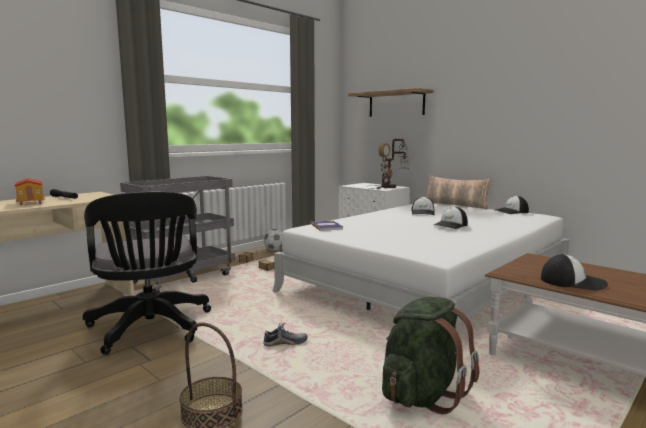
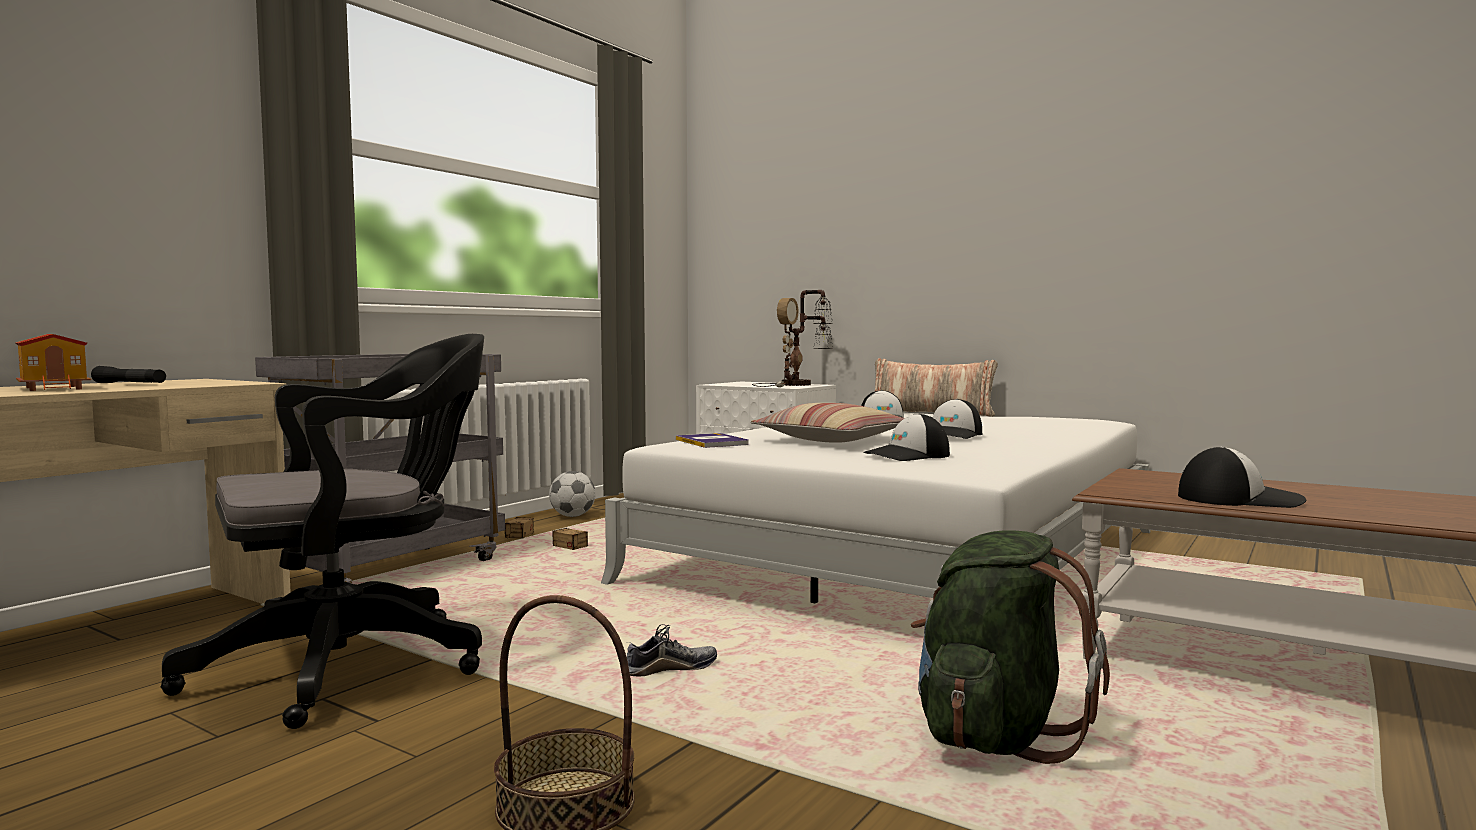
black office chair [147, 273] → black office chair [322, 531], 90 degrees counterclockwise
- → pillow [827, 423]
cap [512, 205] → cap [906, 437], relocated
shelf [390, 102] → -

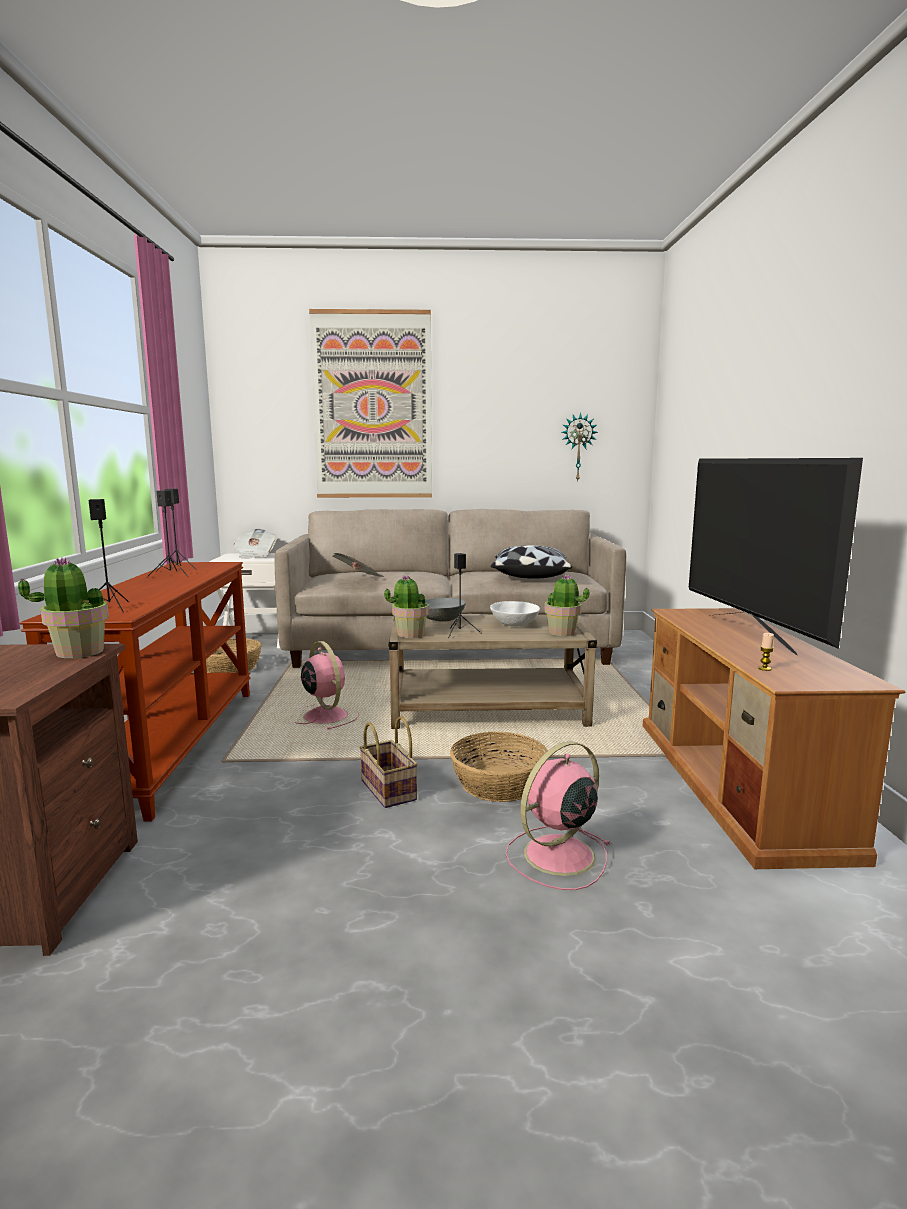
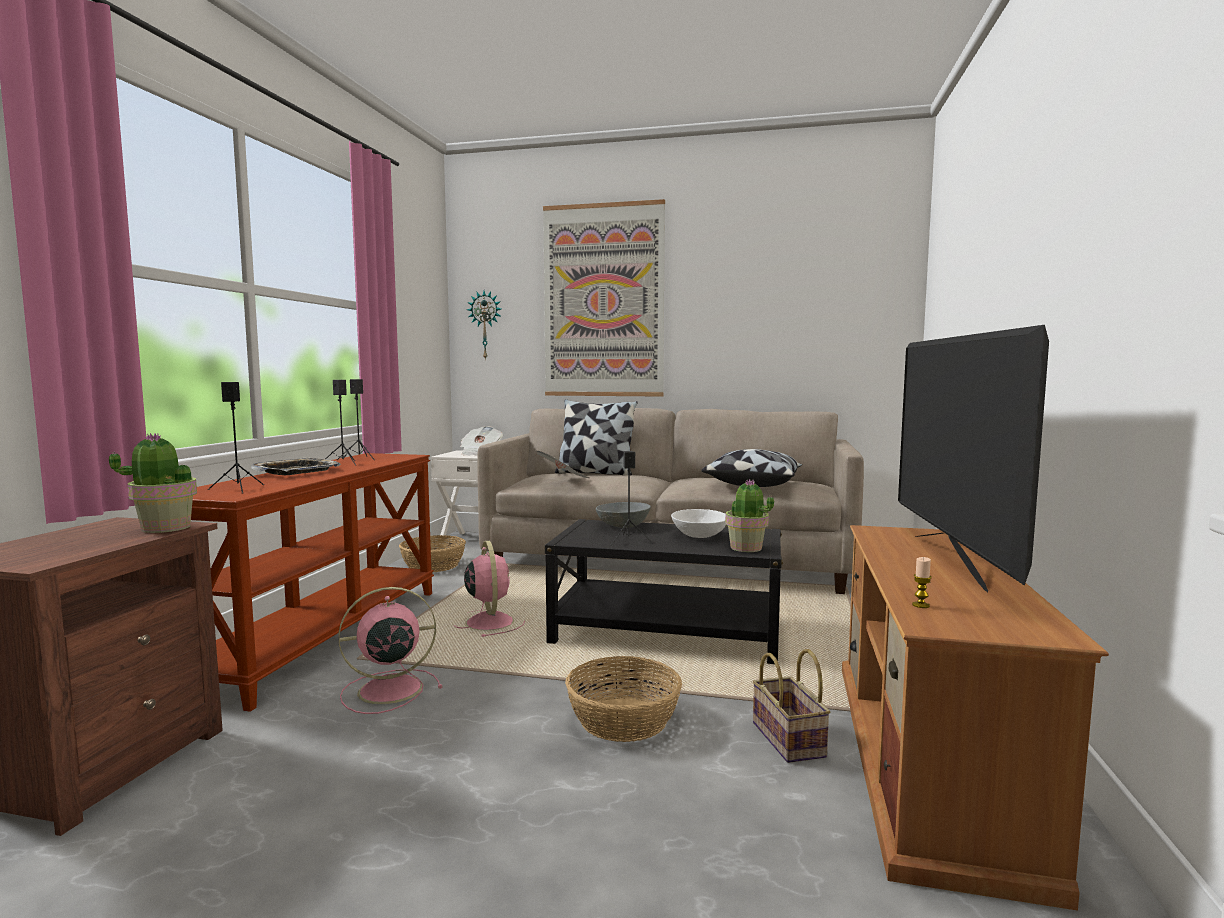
- → tray [296, 466]
pink fan [558, 815] → pink fan [390, 650], relocated
wall clock [580, 446] → wall clock [484, 325], relocated
beige coffee table [492, 672] → black coffee table [664, 591]
- → pillow [596, 437]
basket [388, 762] → basket [791, 706], relocated
potted plant [406, 606] → -

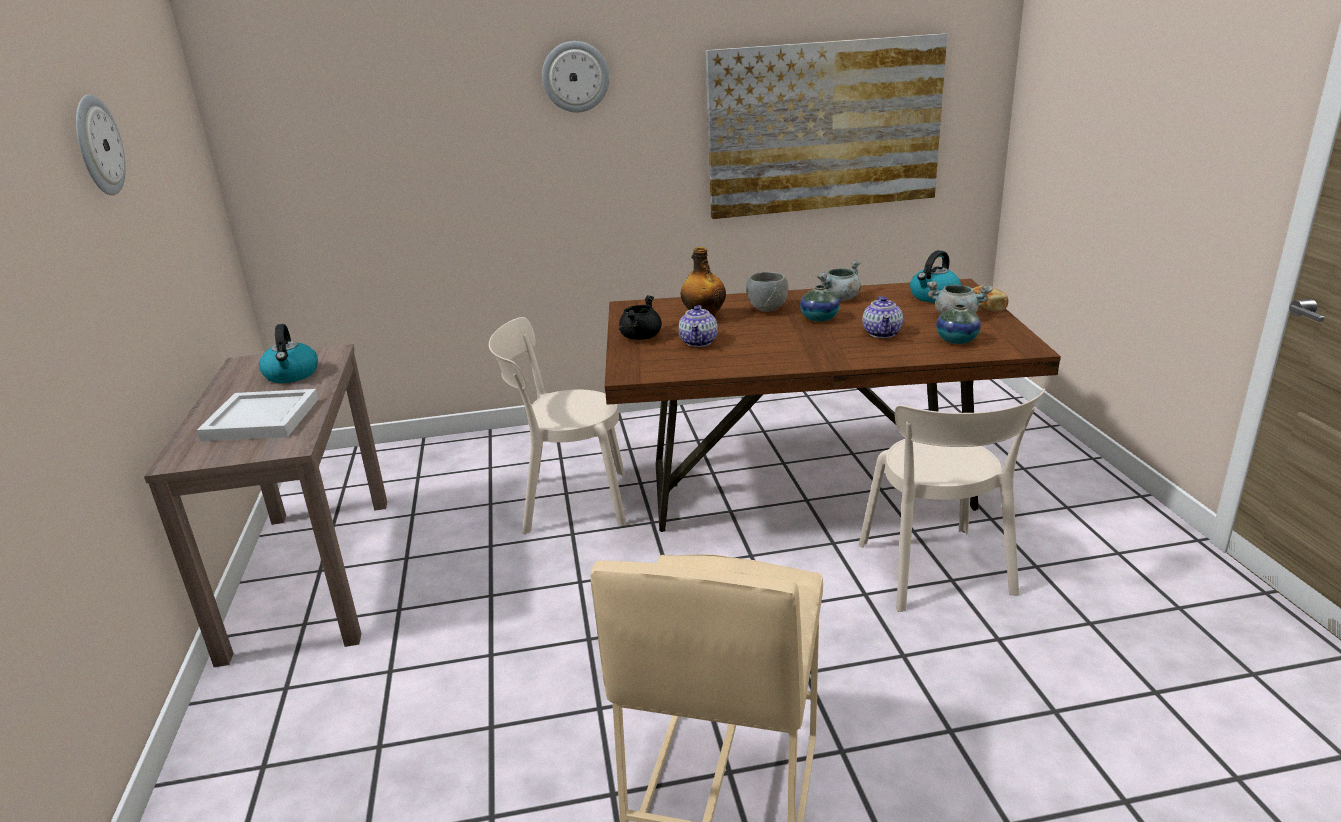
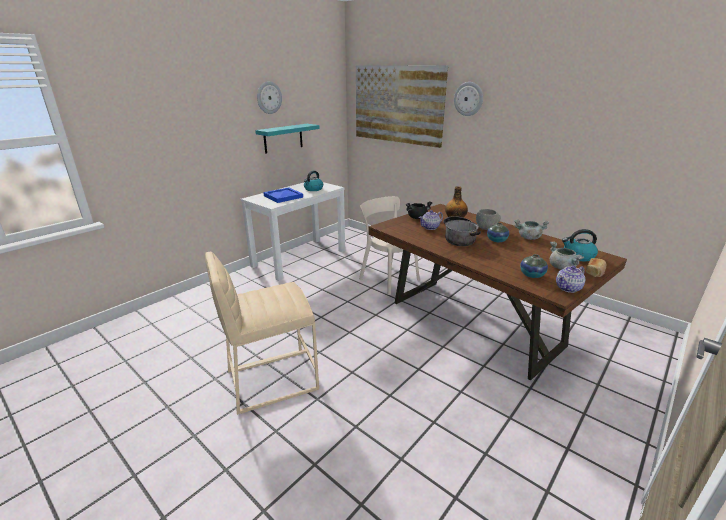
brown console table [265, 505] → white console table [293, 231]
- → turquoise shelf [287, 139]
white tray [257, 415] → blue tray [283, 195]
picture [826, 126] → picture [402, 106], relocated
- → cooking pot [462, 231]
teapot [882, 317] → teapot [570, 279], relocated
beige chair [952, 500] → -

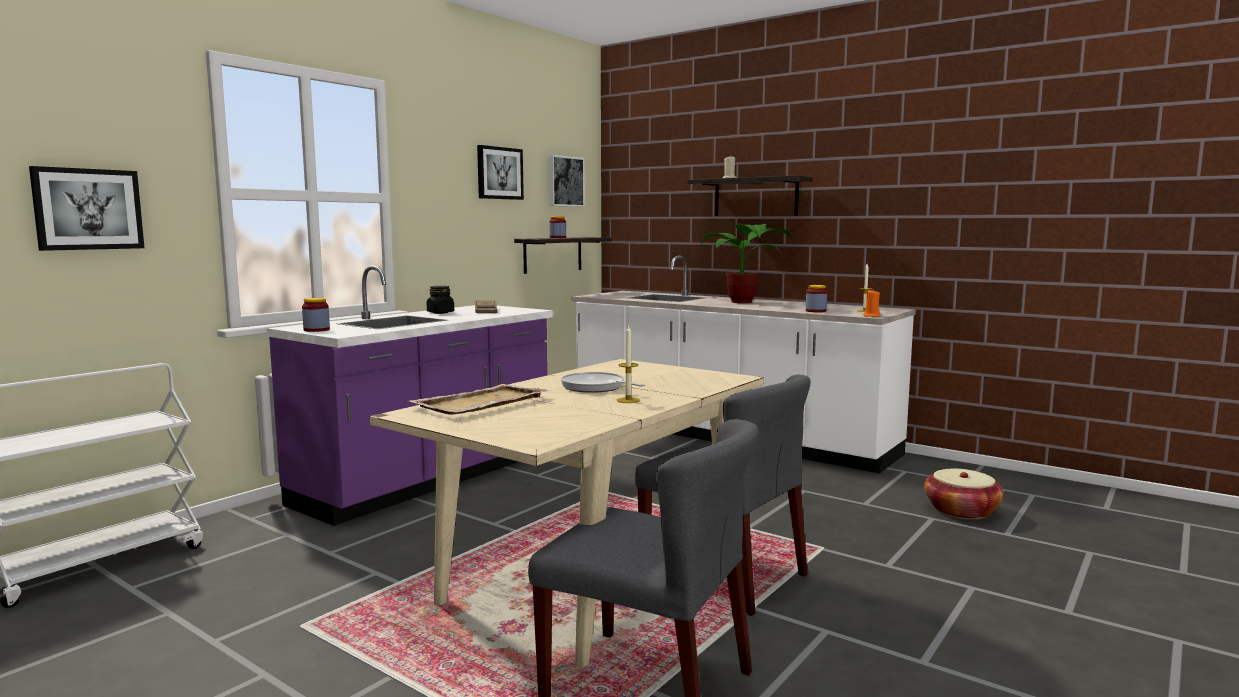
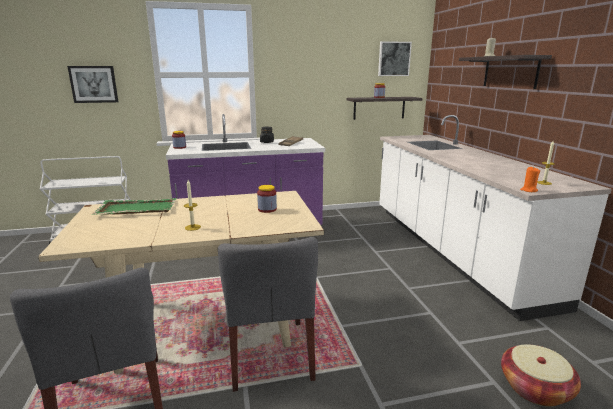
beige tray [479, 399] → green tray [134, 206]
jar [816, 298] → jar [267, 199], relocated
picture [500, 172] → -
frying pan [603, 382] → -
potted plant [746, 263] → -

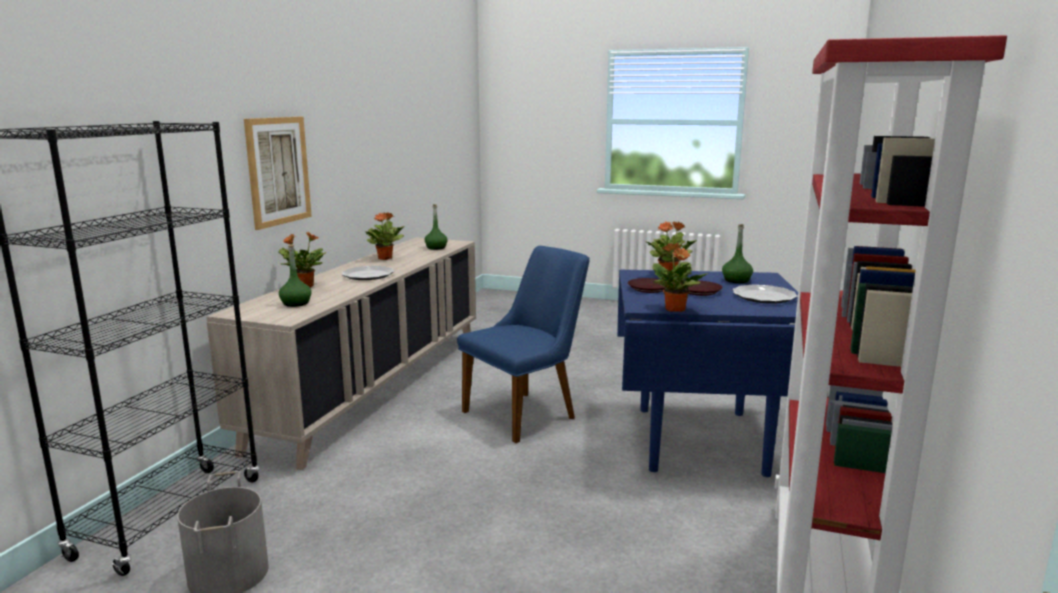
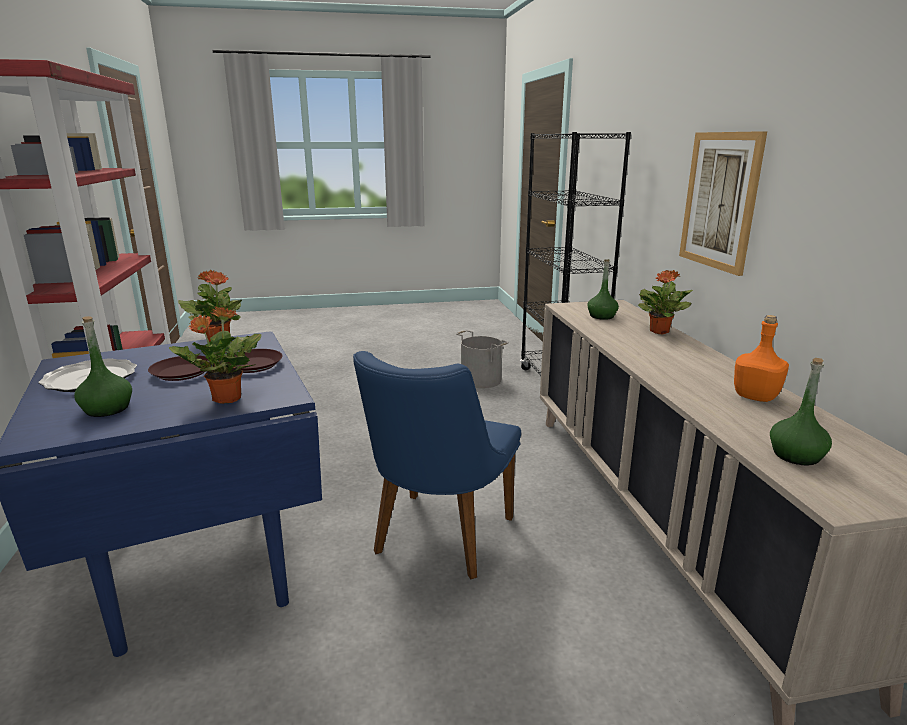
potted plant [384, 236] → orange bottle [761, 358]
plate [368, 273] → -

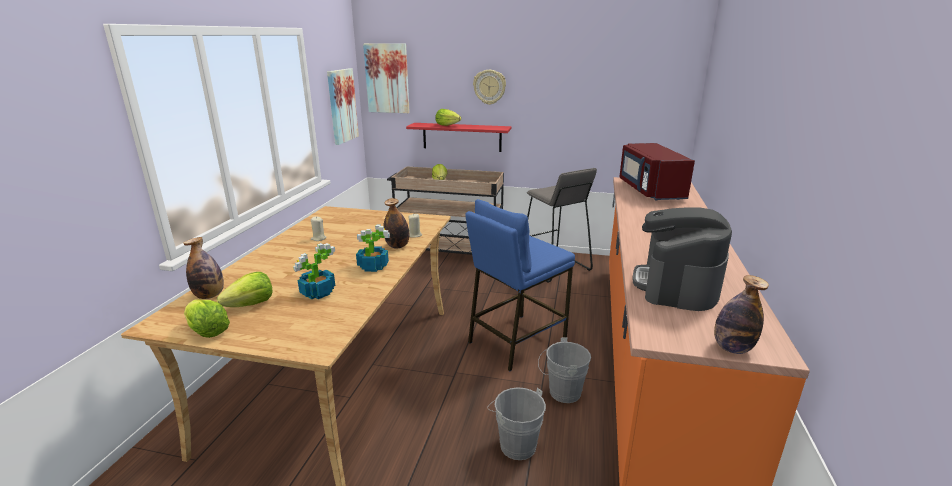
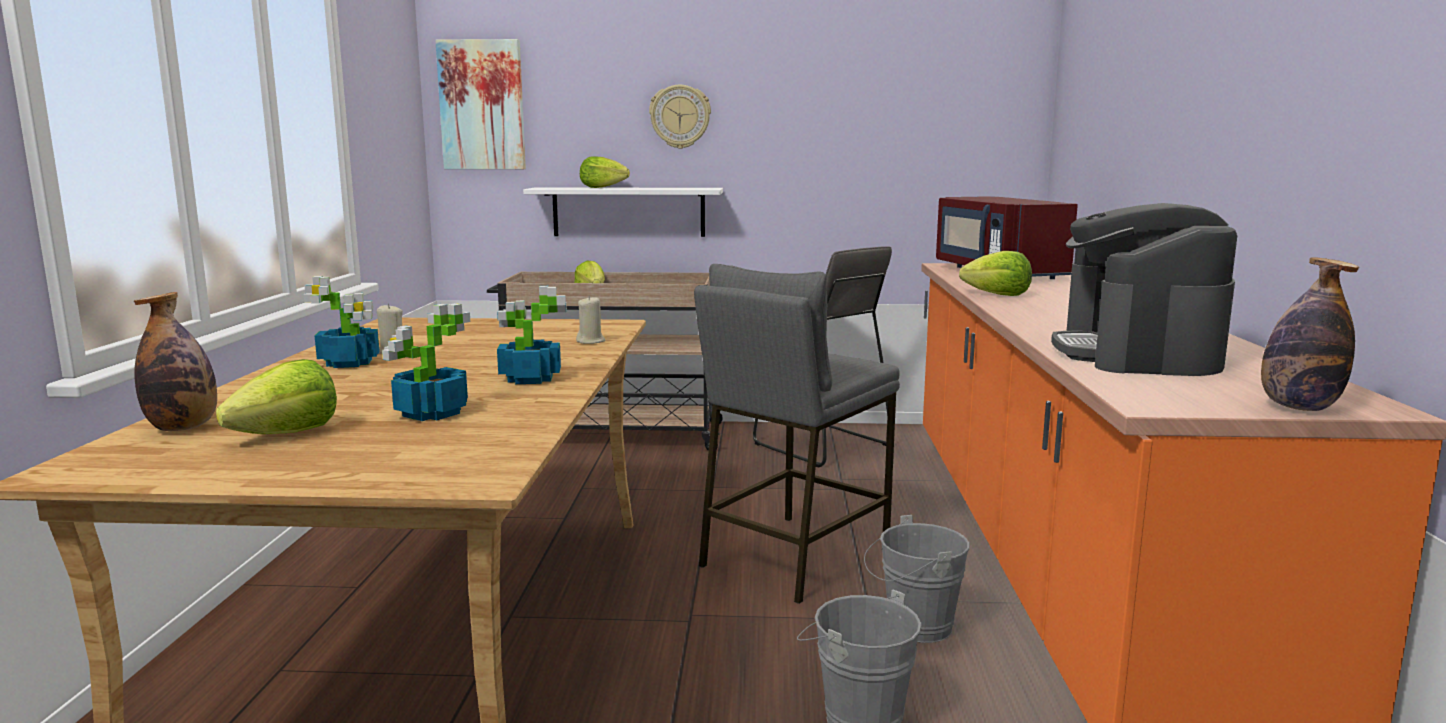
- → potted plant [342, 322]
red shelf [459, 137] → white shelf [623, 212]
blue stool [520, 285] → grey stool [797, 434]
lettuce [207, 319] → lettuce [995, 273], relocated
picture [343, 106] → -
bottle [396, 223] → -

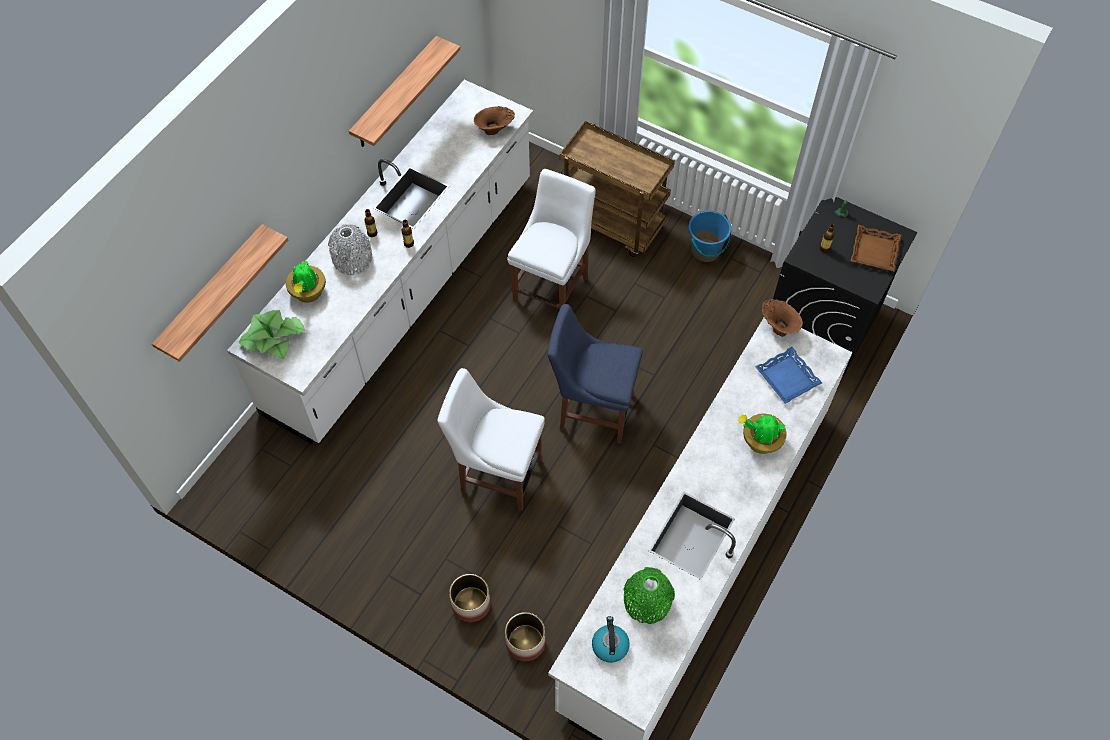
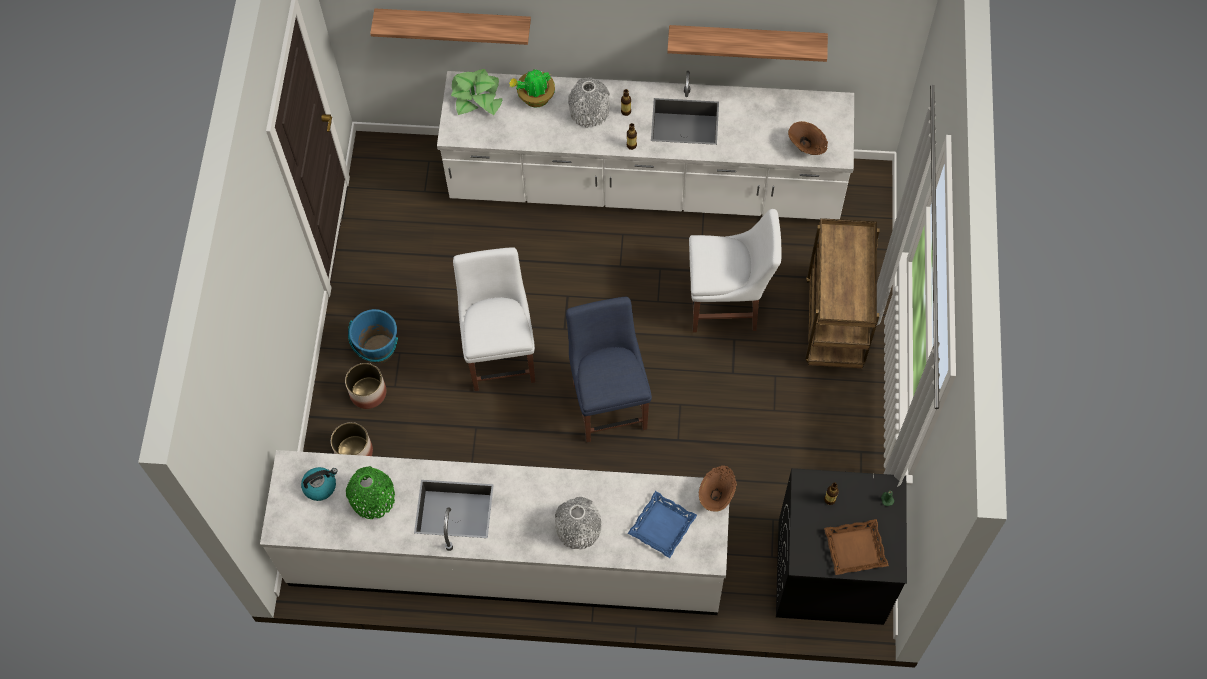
blue bucket [709, 236] → blue bucket [373, 336], relocated
potted plant [762, 433] → grey vase [578, 523]

